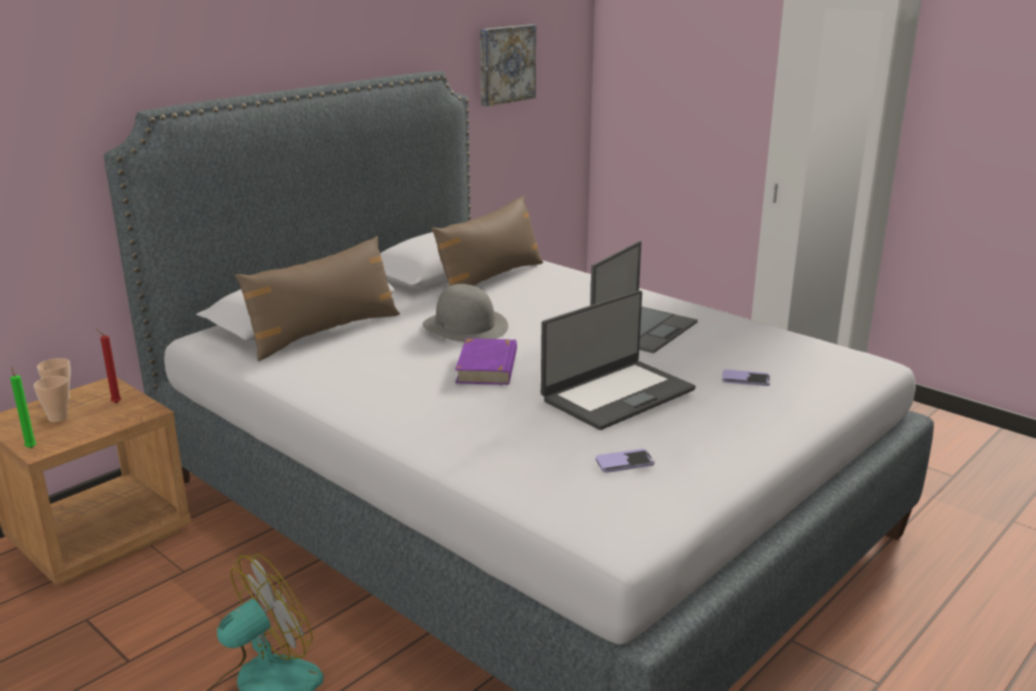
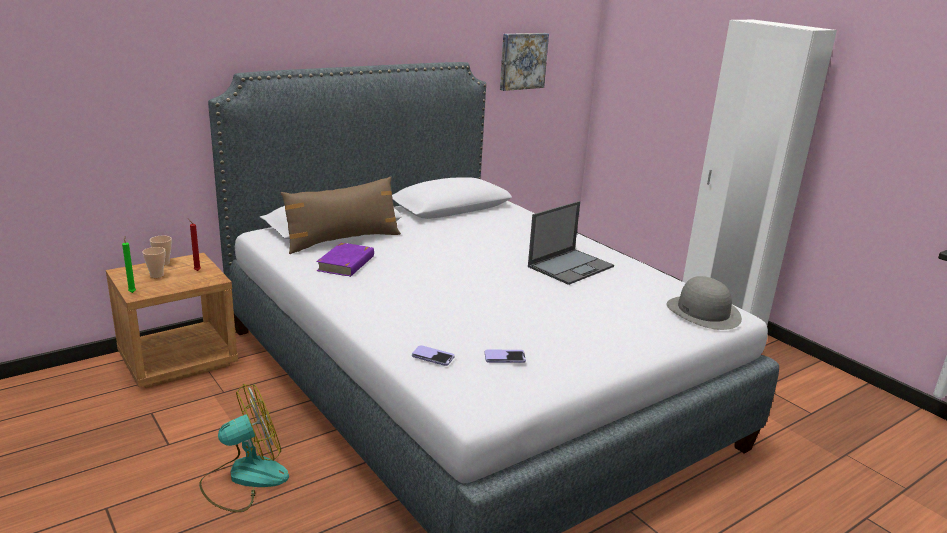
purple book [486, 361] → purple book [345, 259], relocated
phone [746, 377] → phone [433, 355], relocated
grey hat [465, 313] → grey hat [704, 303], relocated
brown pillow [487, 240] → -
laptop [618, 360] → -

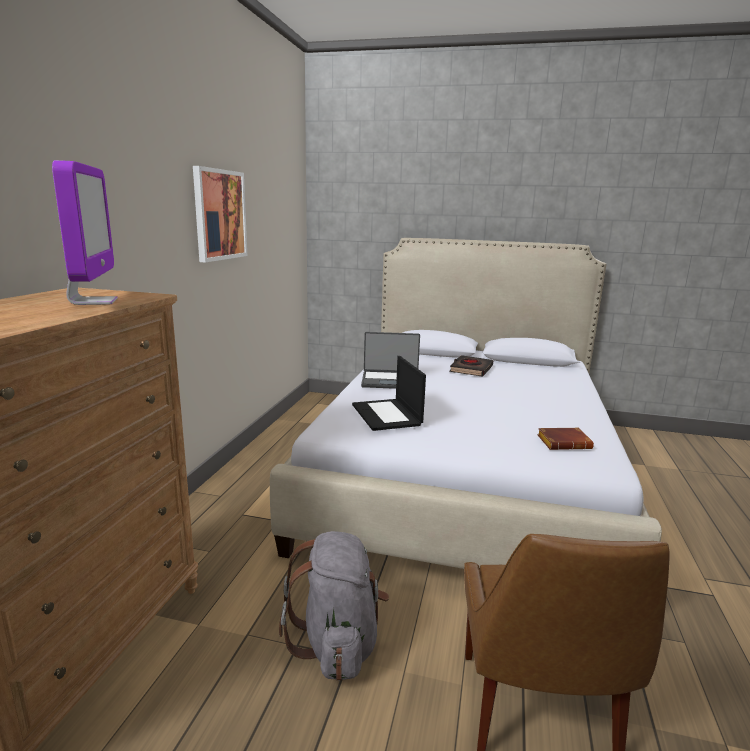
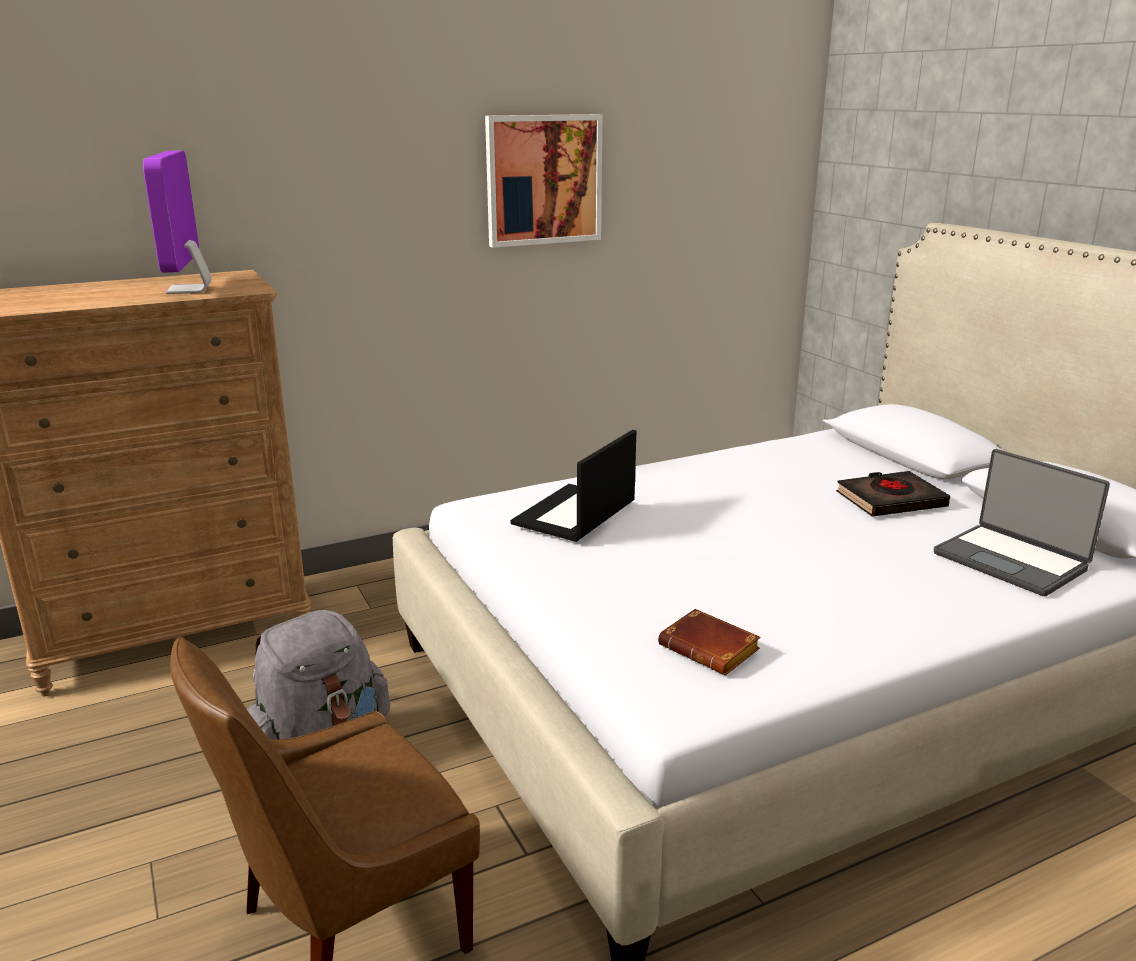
monitor [85, 232] → monitor [177, 222], 135 degrees clockwise
laptop [390, 360] → laptop [1022, 522], relocated

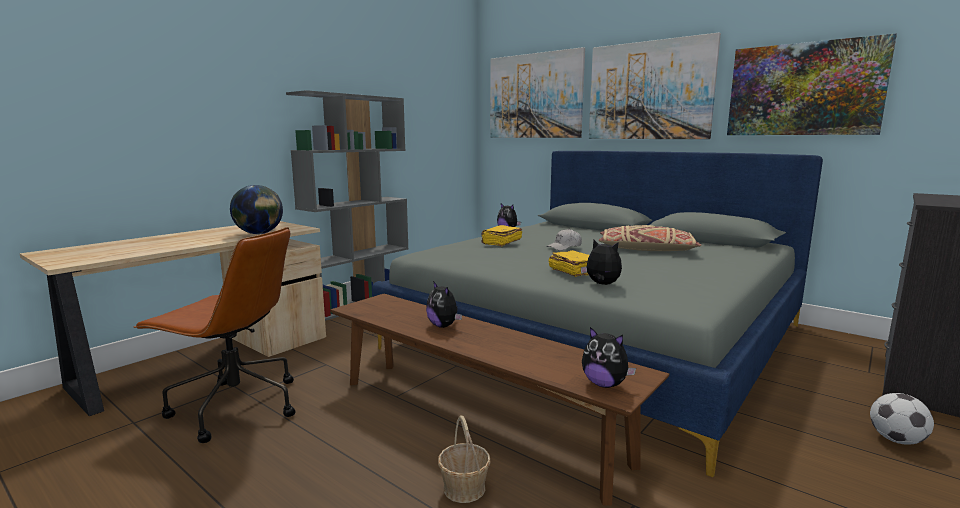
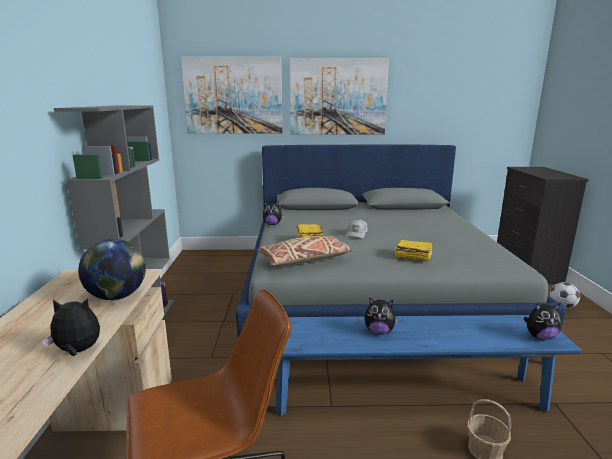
plush toy [601, 262] → plush toy [71, 327], relocated
beige pillow [650, 238] → beige pillow [305, 251], relocated
brown bench [499, 399] → blue bench [429, 365]
picture [812, 84] → -

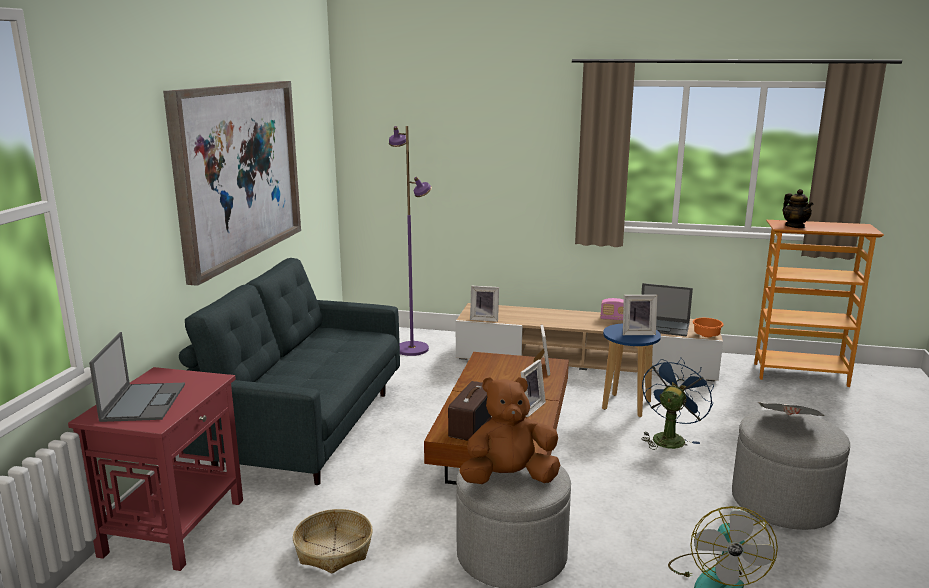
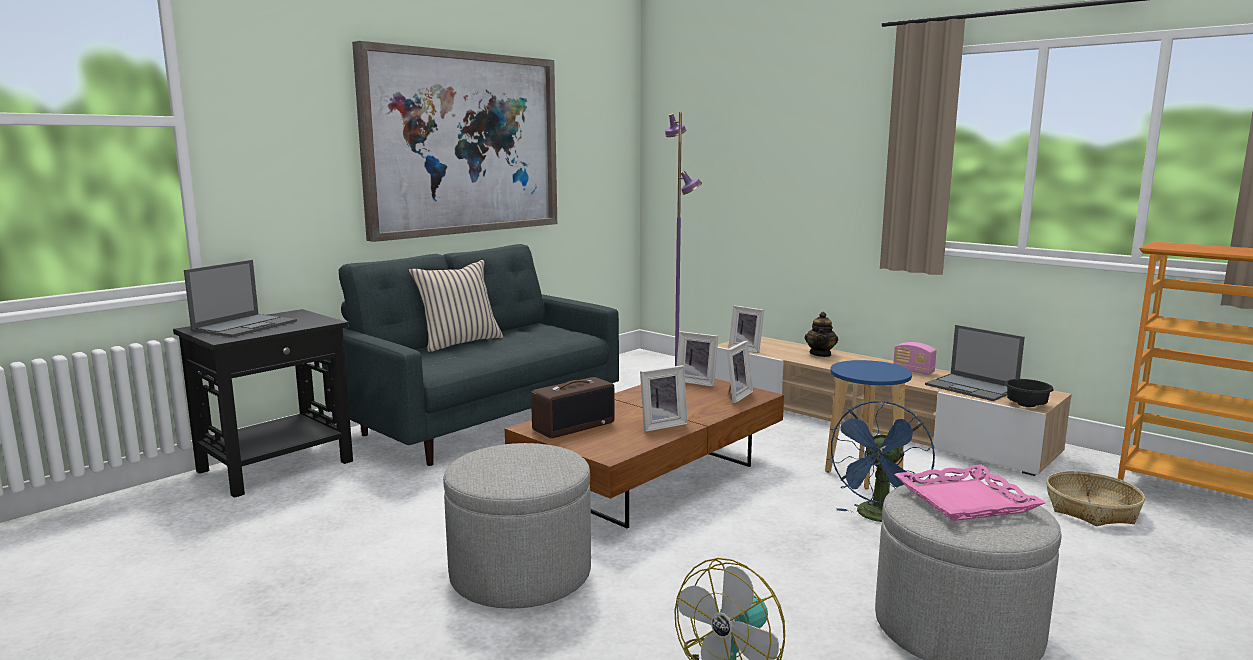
red side table [155, 469] → black side table [263, 403]
- → beige pillow [456, 306]
picture frame [640, 315] → picture frame [697, 359], relocated
teapot [798, 208] → teapot [821, 334], relocated
blue fan [677, 404] → blue fan [881, 461], 150 degrees clockwise
newspaper [791, 409] → pink tray [970, 492]
orange bowl [708, 327] → black bowl [1029, 393]
basket [333, 541] → basket [1095, 498], relocated
brown plush toy [509, 430] → -

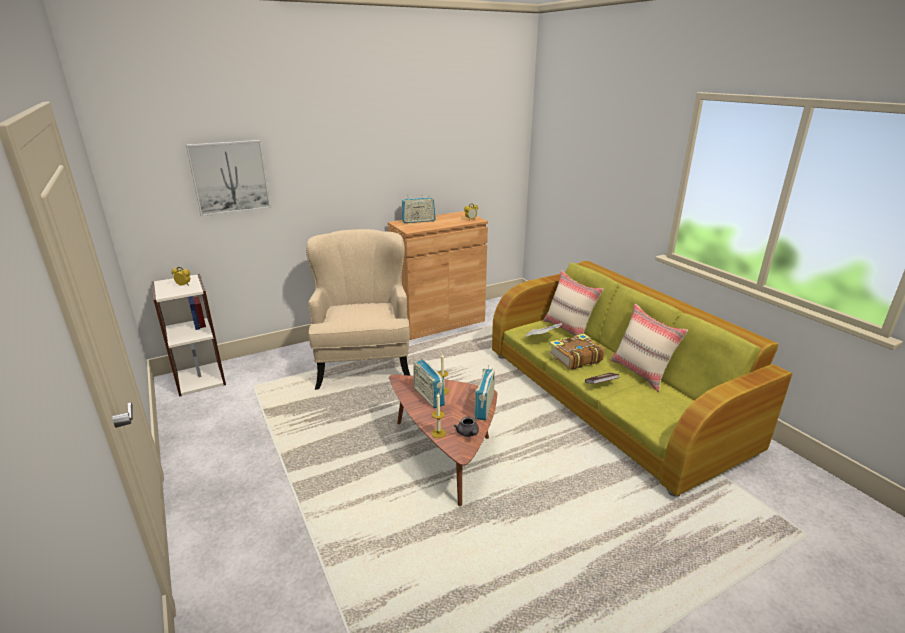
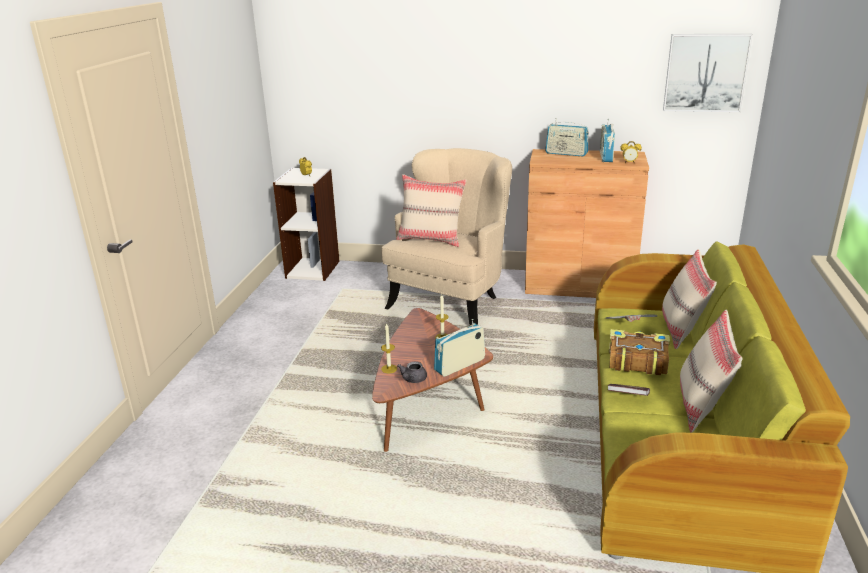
- → beige pillow [431, 210]
radio [429, 382] → radio [607, 140], relocated
picture [228, 178] → picture [708, 73], relocated

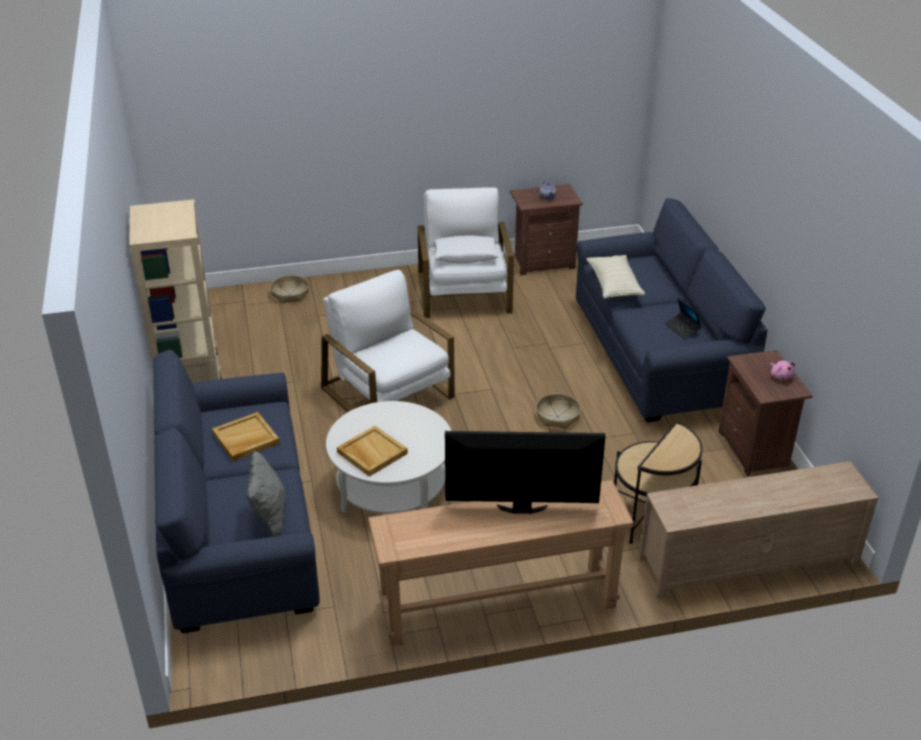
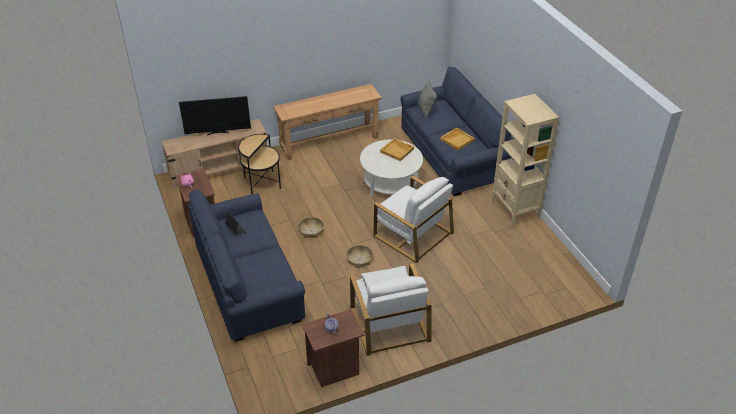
television [525, 472] → television [215, 116], relocated
basket [289, 289] → basket [359, 256], relocated
beige pillow [615, 277] → -

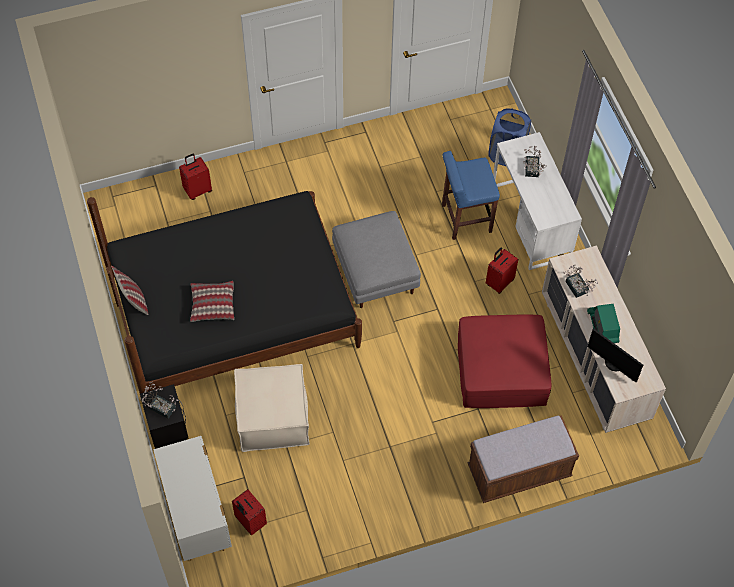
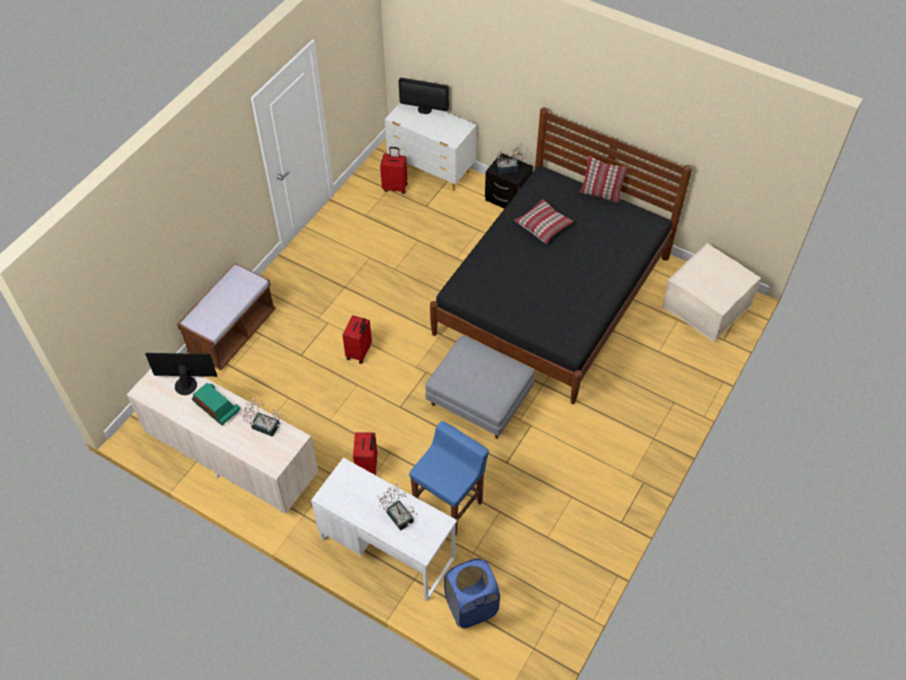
red suitcase [195, 177] → red suitcase [357, 339], relocated
- → monitor [424, 96]
beige ottoman [272, 408] → beige ottoman [711, 292], relocated
red ottoman [504, 361] → -

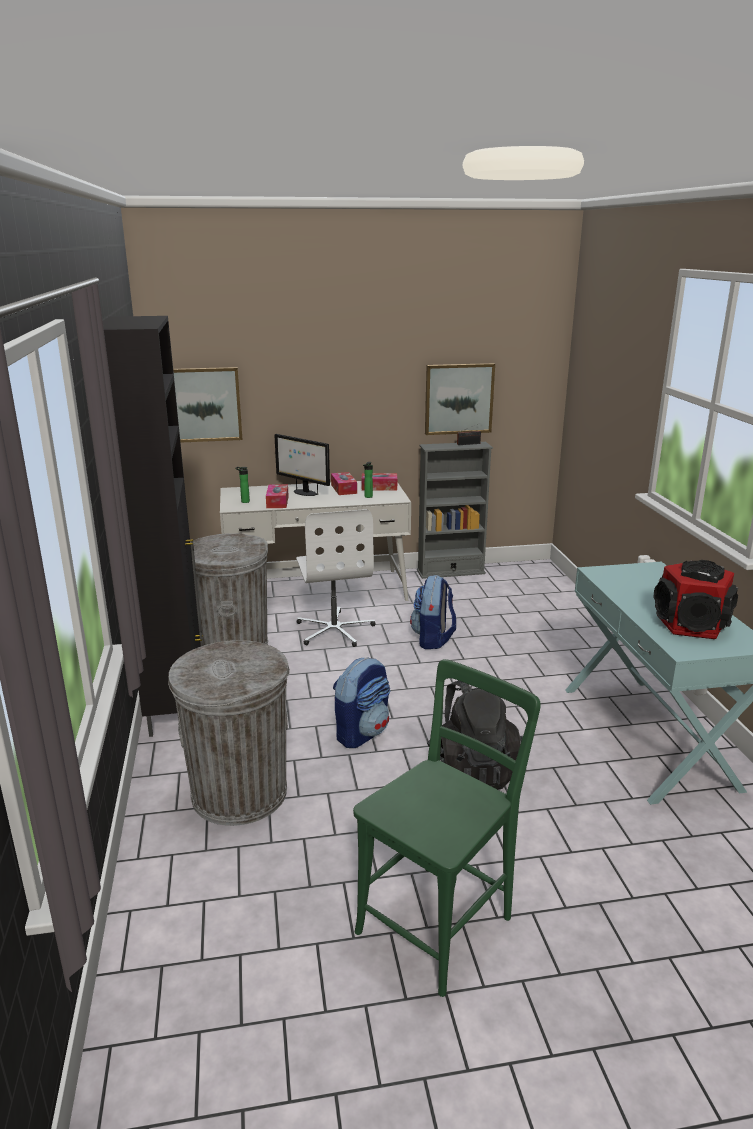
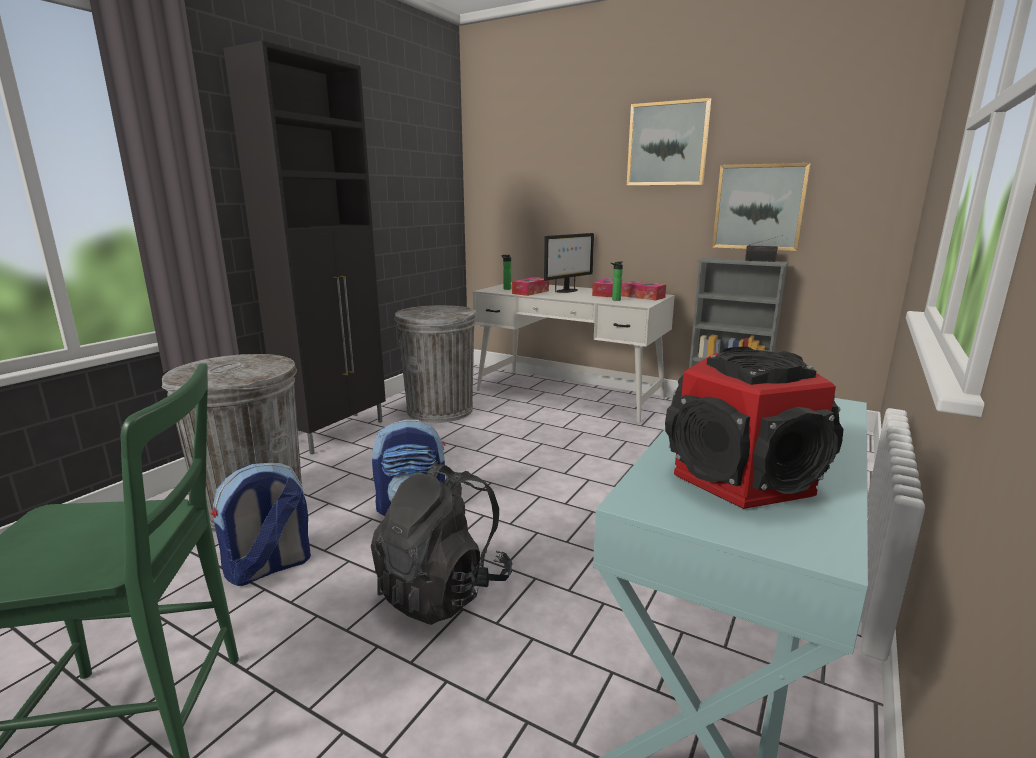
backpack [433, 612] → backpack [261, 524], relocated
monitor [302, 465] → monitor [569, 263], 120 degrees counterclockwise
picture [207, 405] → picture [669, 141], relocated
white office chair [335, 578] → -

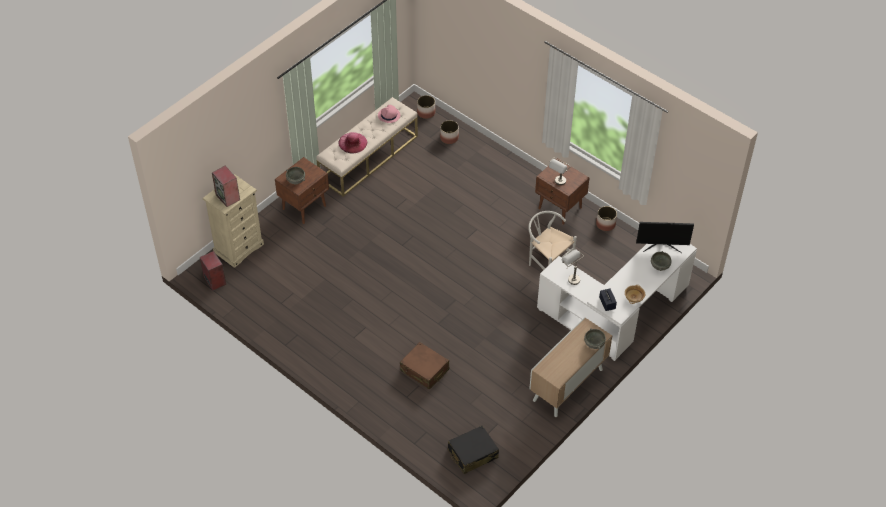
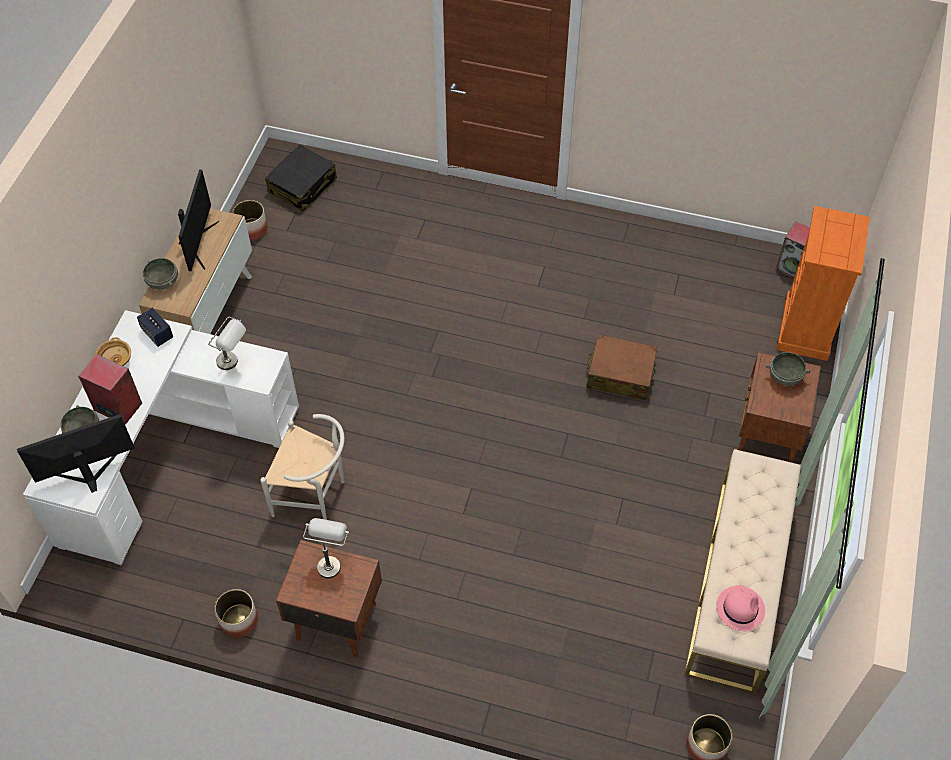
speaker [226, 186] → speaker [110, 389], relocated
- → monitor [198, 220]
planter [449, 132] → planter [250, 220], relocated
brown suitcase [424, 366] → brown suitcase [621, 367], relocated
beige dresser [233, 221] → orange dresser [823, 283]
pink hat [352, 143] → -

